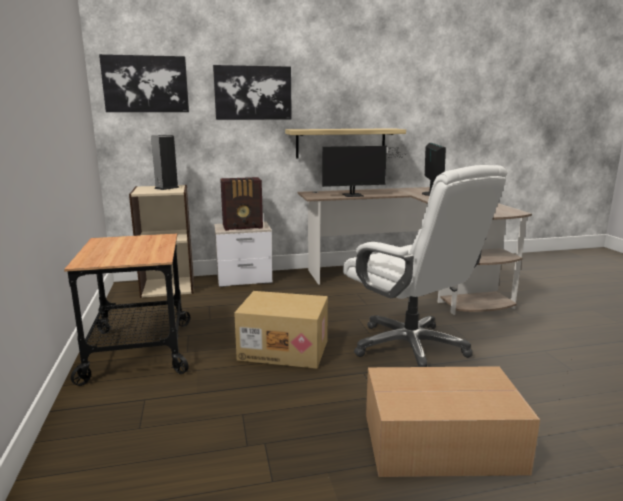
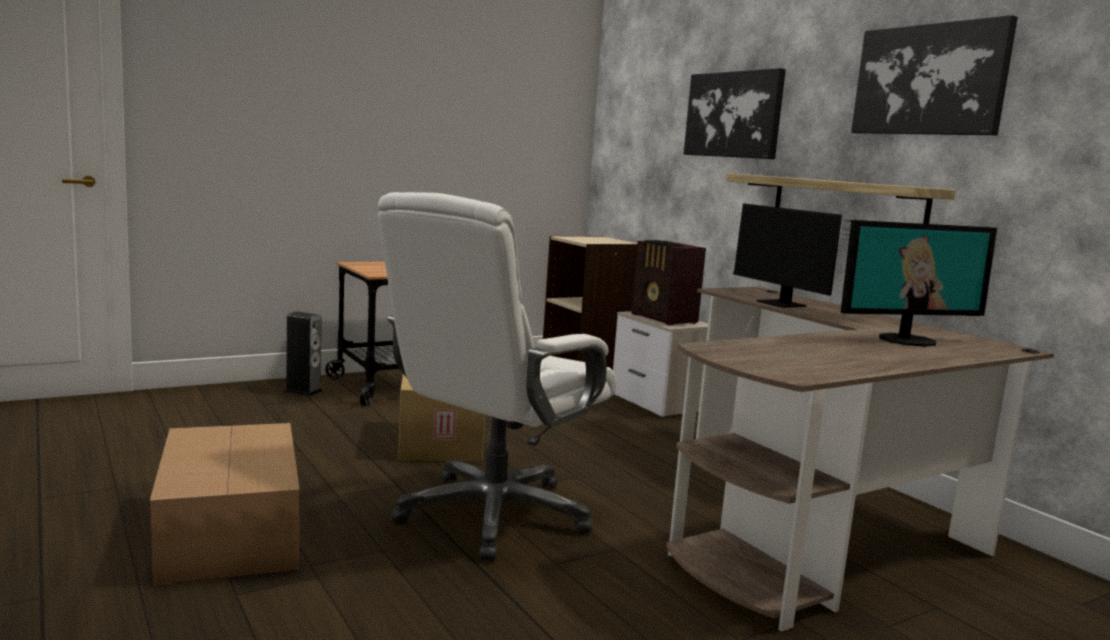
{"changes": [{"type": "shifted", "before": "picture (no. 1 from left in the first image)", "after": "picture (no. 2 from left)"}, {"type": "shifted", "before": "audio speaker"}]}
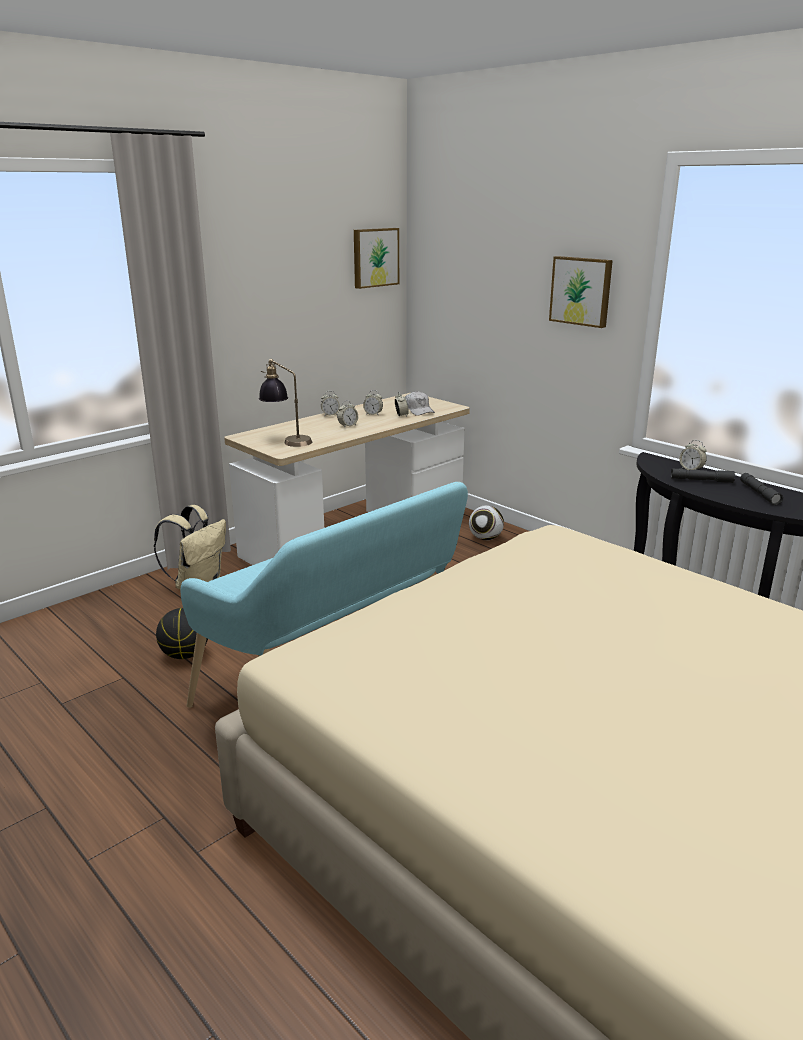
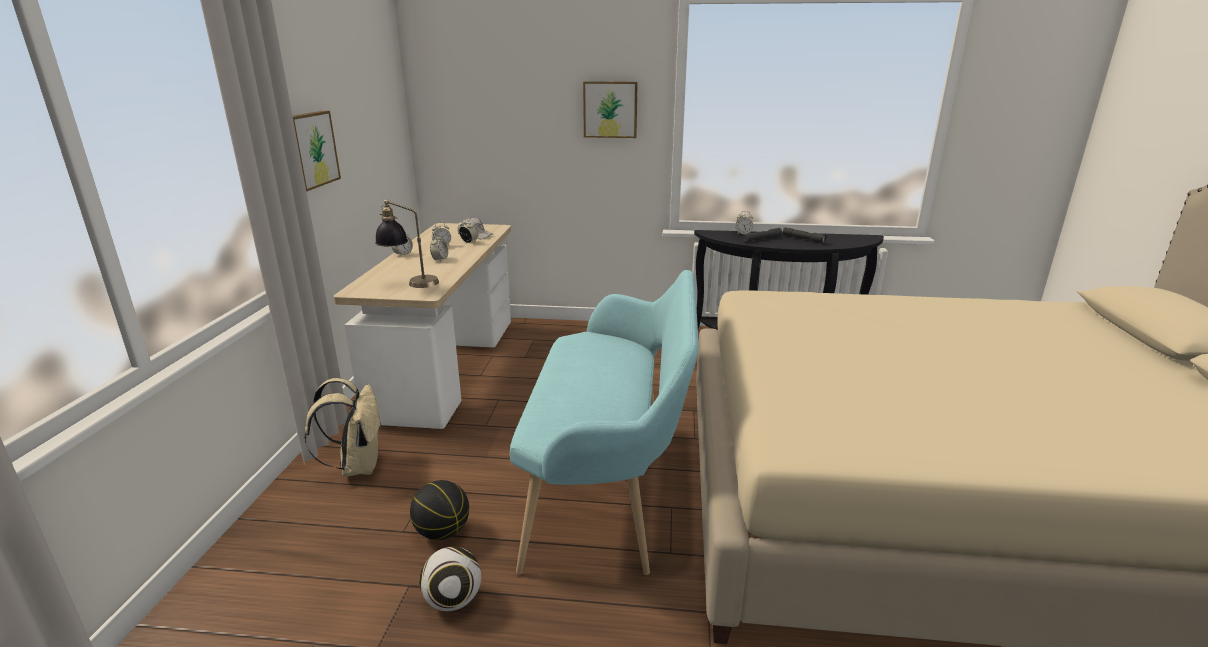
{"changes": [{"type": "shifted", "before": "picture (no. 1 from left)"}, {"type": "shifted", "before": "football ball"}]}
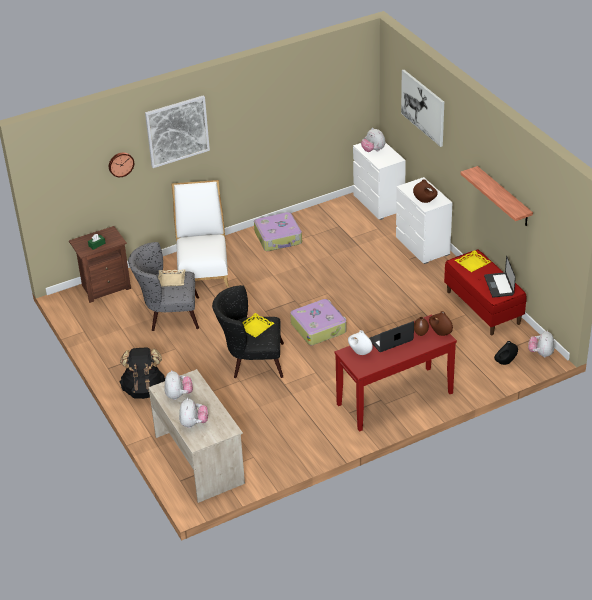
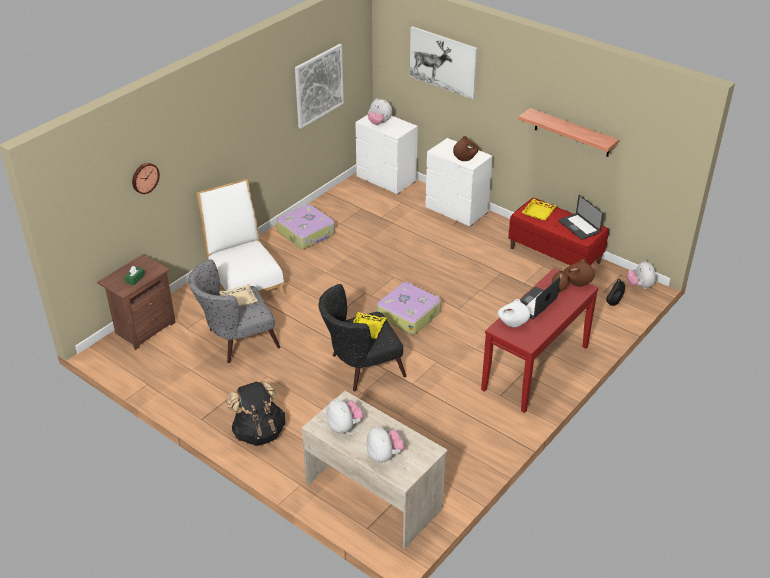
{"changes": [{"type": "shifted", "before": "picture (no. 1 from left)"}]}
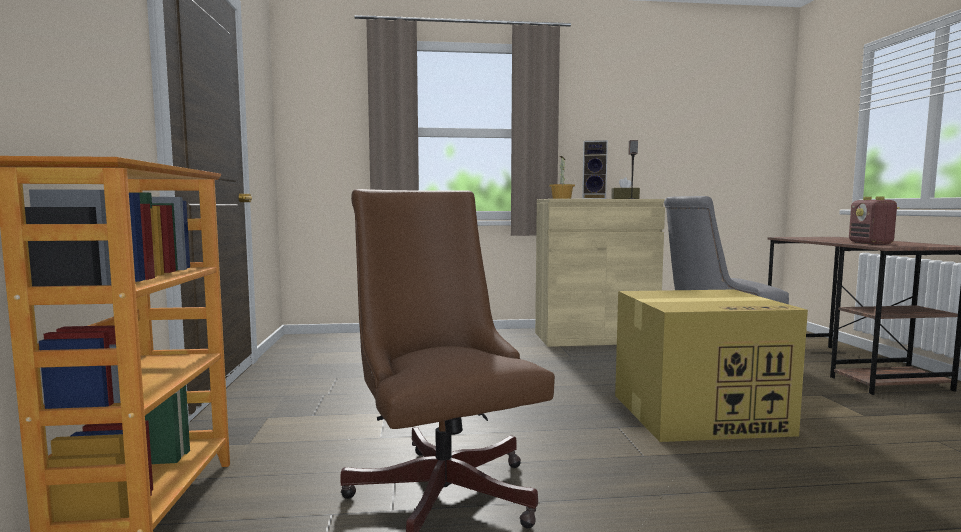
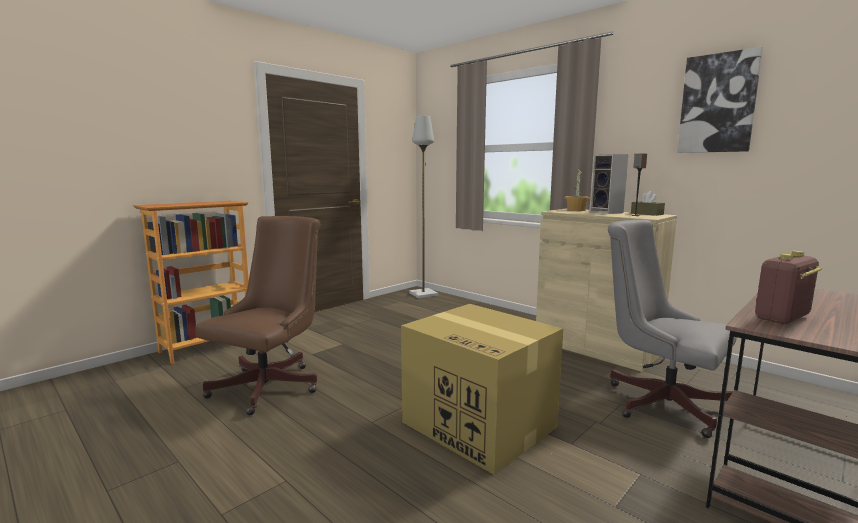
{"changes": [{"type": "new", "after": "gray standing lamp"}, {"type": "new", "after": "picture"}]}
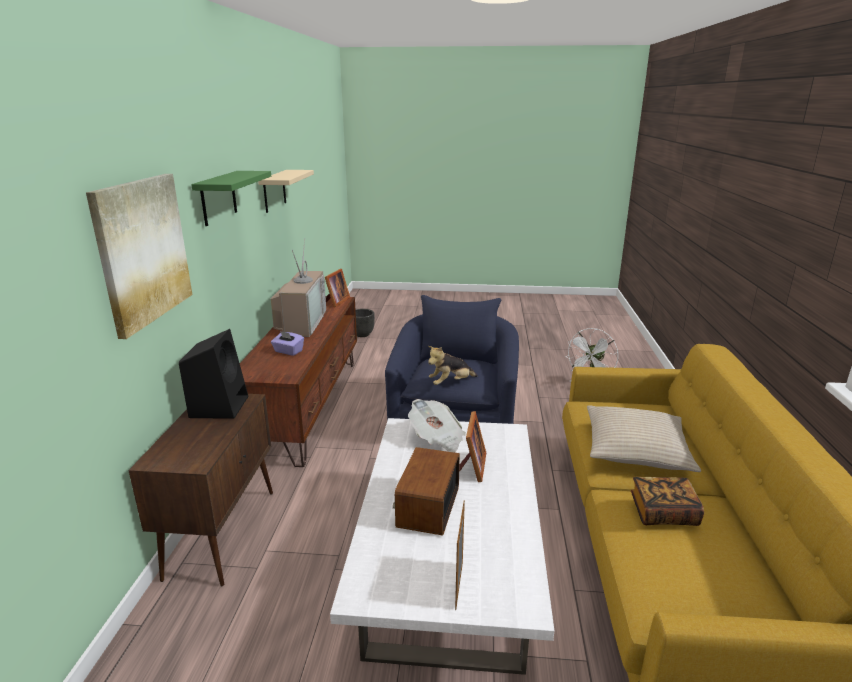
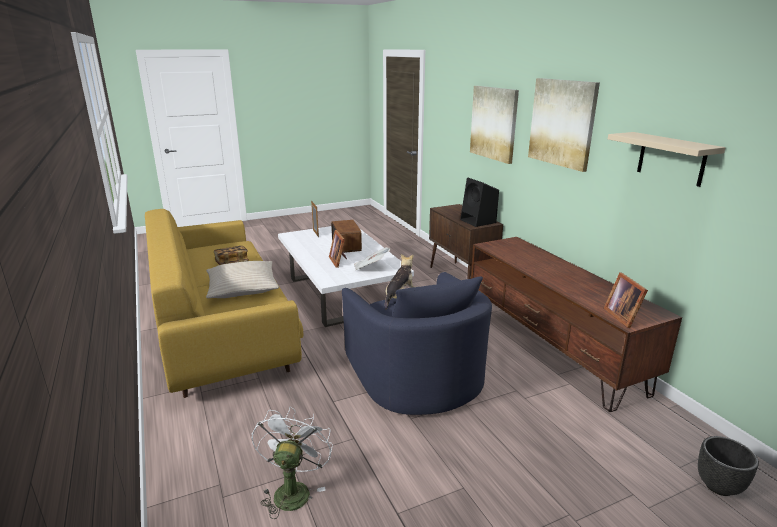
{"changes": [{"type": "swapped", "before": "green-coloured wall shelf", "after": "picture (no. 2 from left)"}, {"type": "gone", "before": "TV set"}, {"type": "gone", "before": "purple-coloured box of tissues"}]}
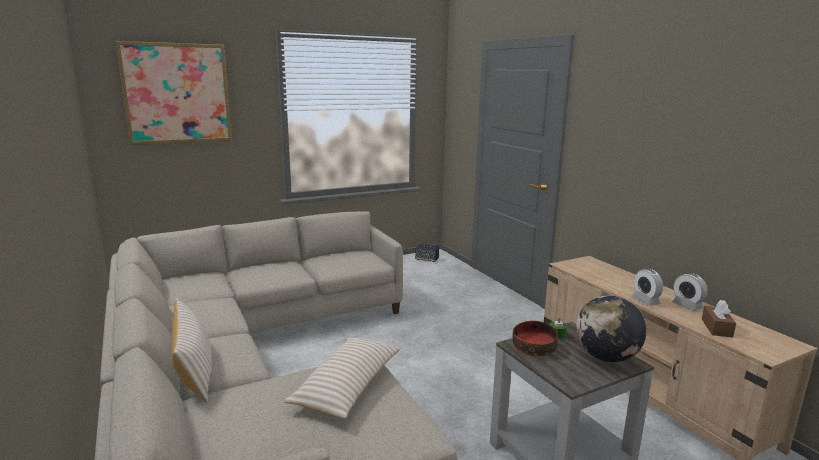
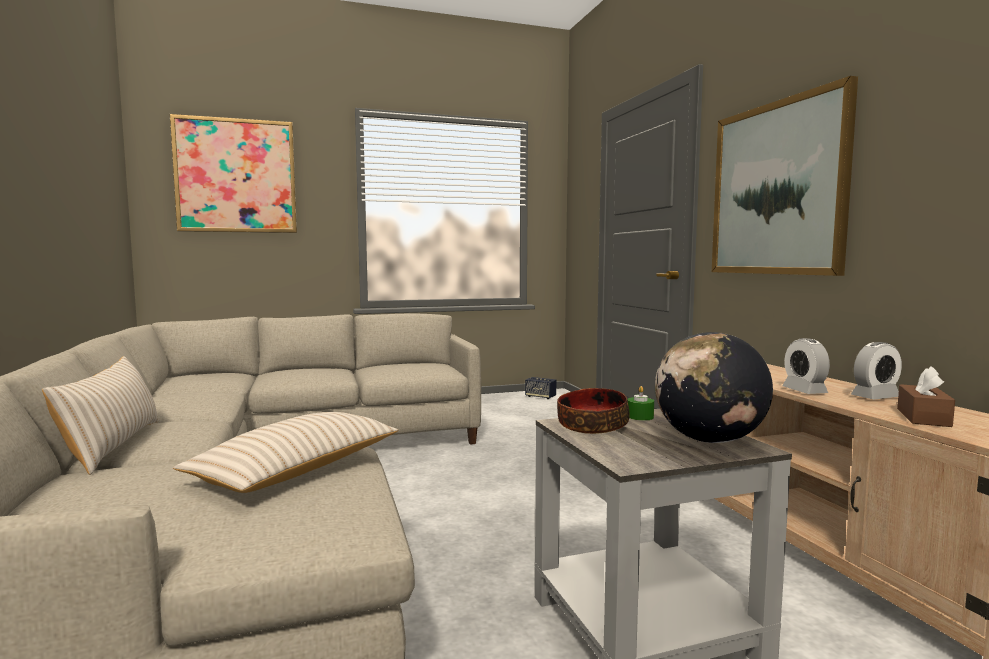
{"changes": [{"type": "rotated", "before": "bedside clock (no. 2 from left)", "turn": -90}, {"type": "new", "after": "picture (no. 2 from left)"}]}
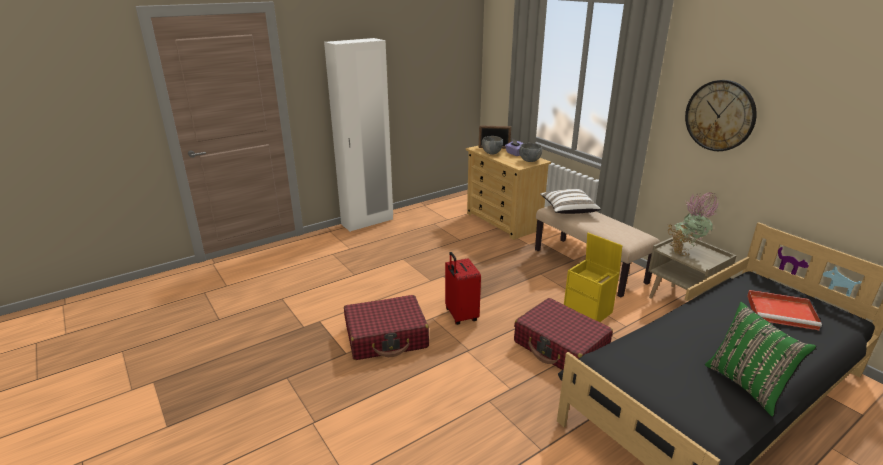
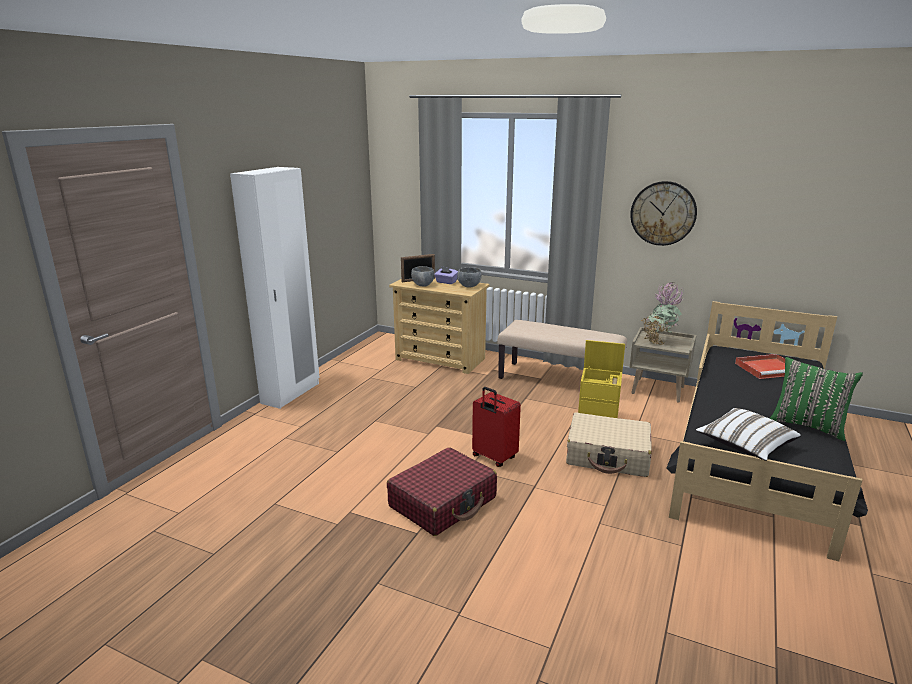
{"changes": [{"type": "repainted", "before": "reddish suitcase (no. 3 from left)", "after": "sand-coloured suitcase"}, {"type": "shifted", "before": "white-coloured cushion"}]}
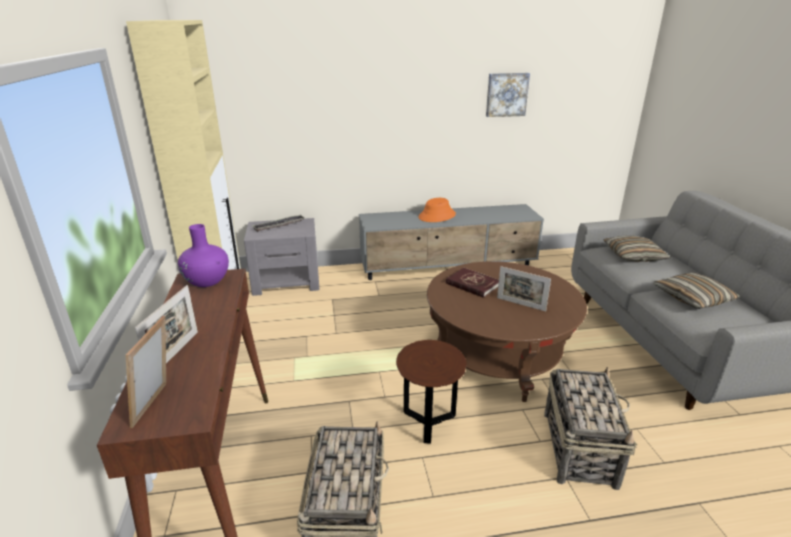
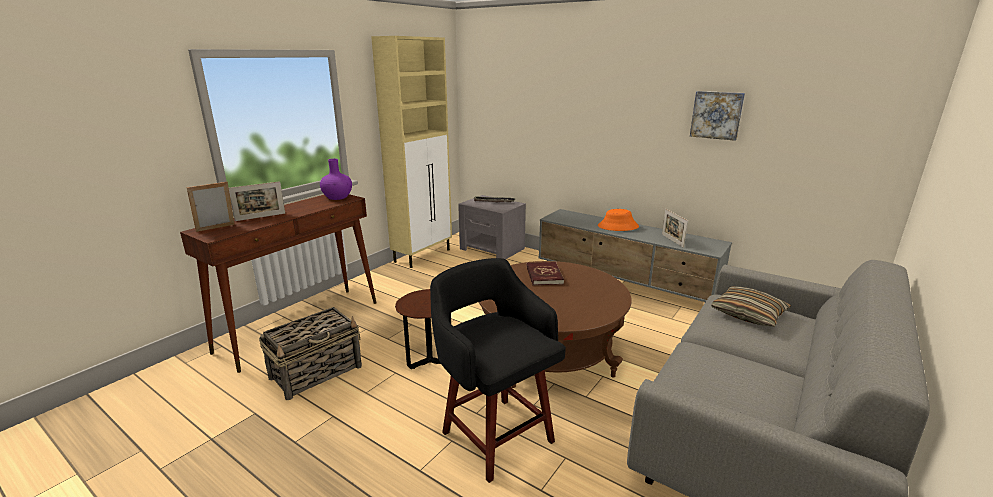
{"changes": [{"type": "shifted", "before": "picture frame (no. 3 from left)"}, {"type": "swapped", "before": "storage basket (no. 2 from left)", "after": "black stool"}, {"type": "gone", "before": "cushion (no. 2 from left)"}]}
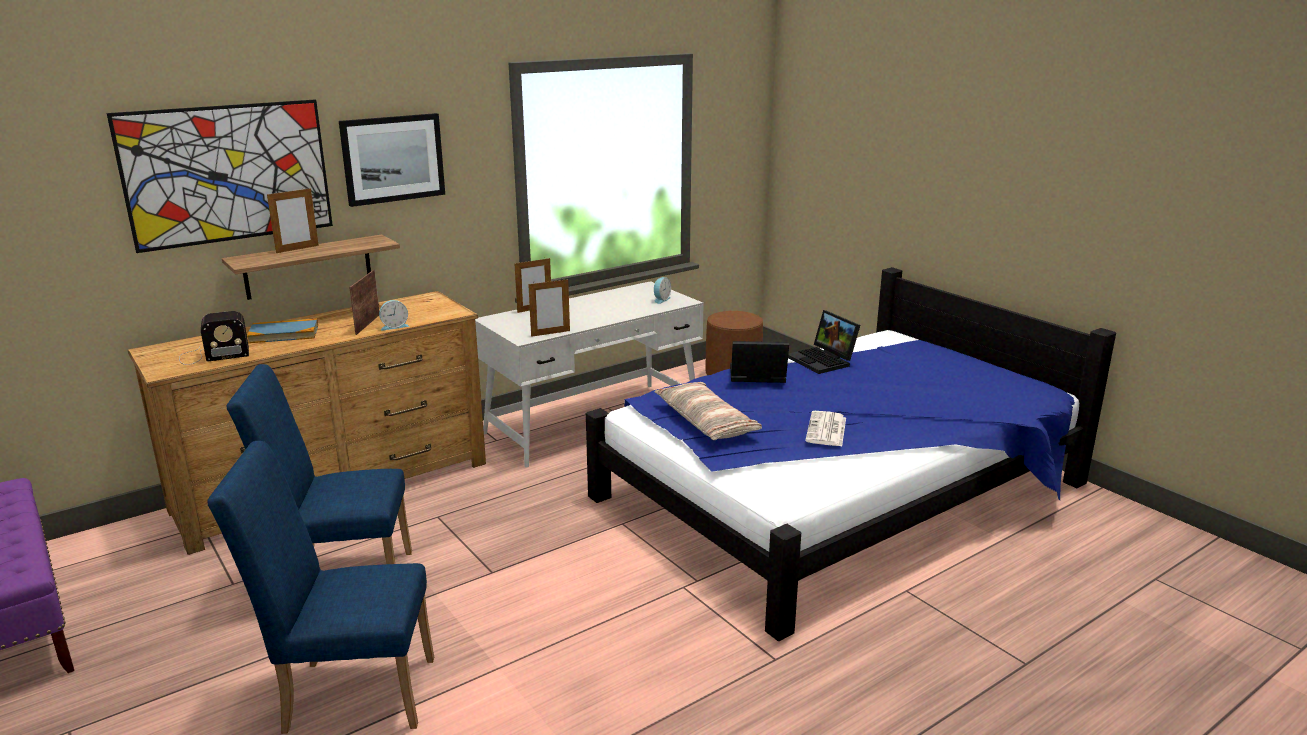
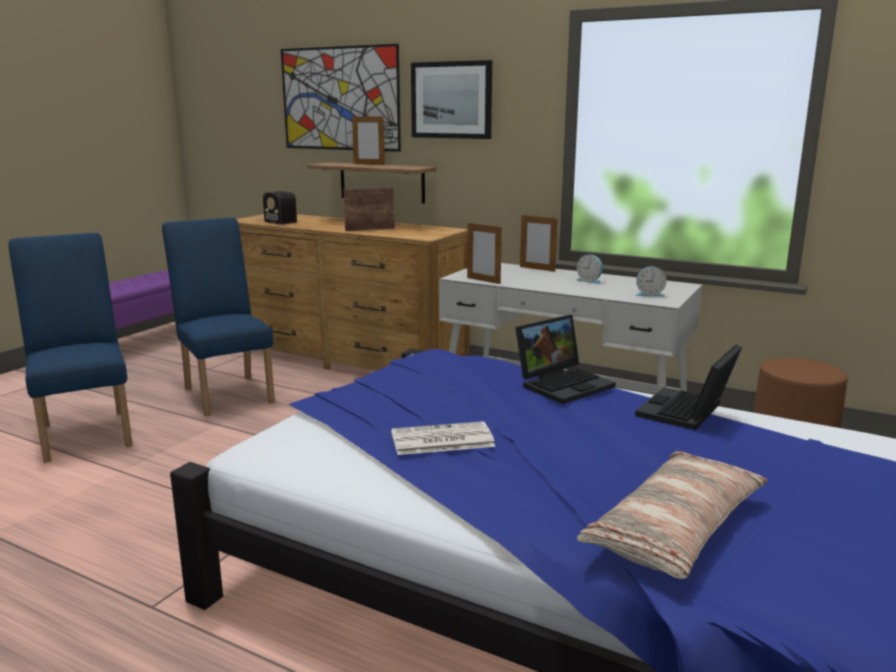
{"changes": [{"type": "gone", "before": "book"}, {"type": "shifted", "before": "bedside clock (no. 1 from left)"}, {"type": "shifted", "before": "cushion"}, {"type": "rotated", "before": "portable computer (no. 1 from left)", "turn": 75}]}
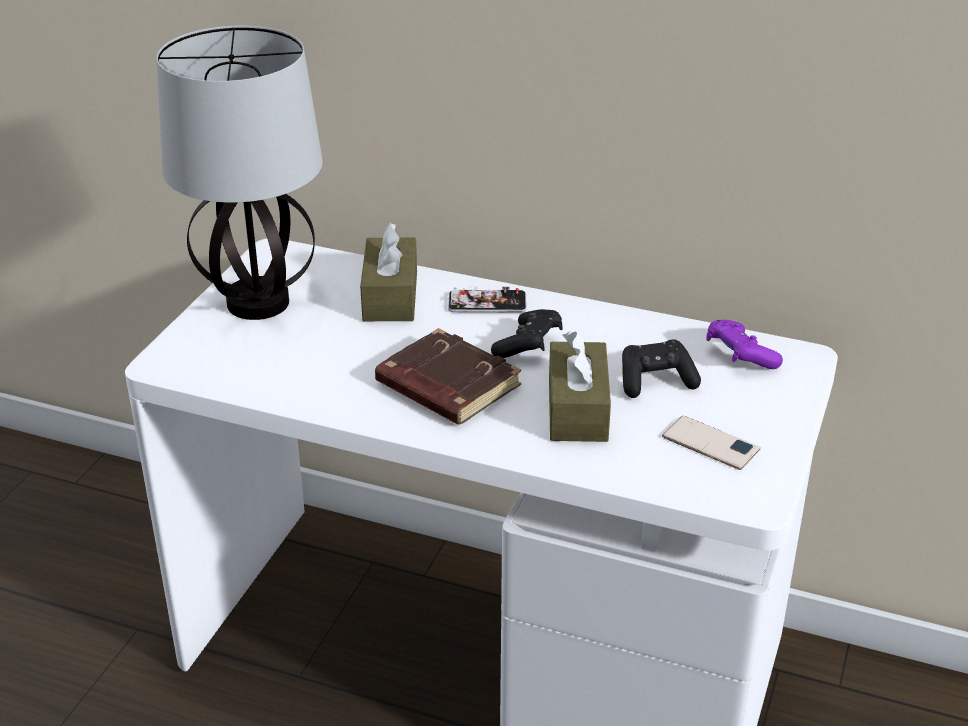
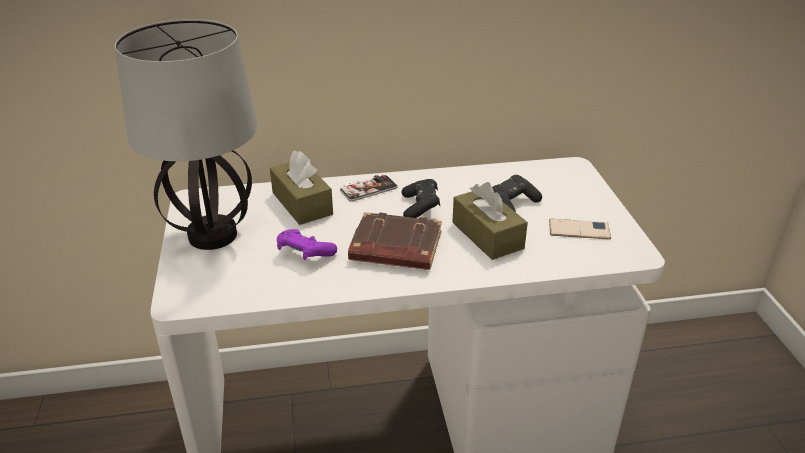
{"changes": [{"type": "shifted", "before": "purple-coloured gamepad"}]}
